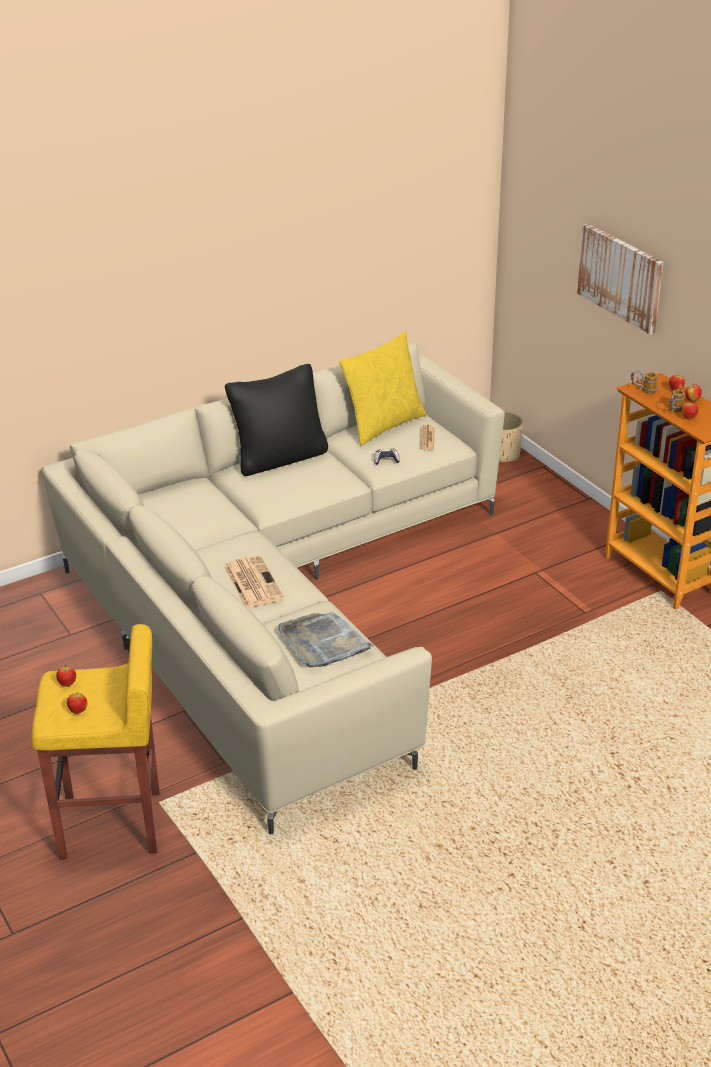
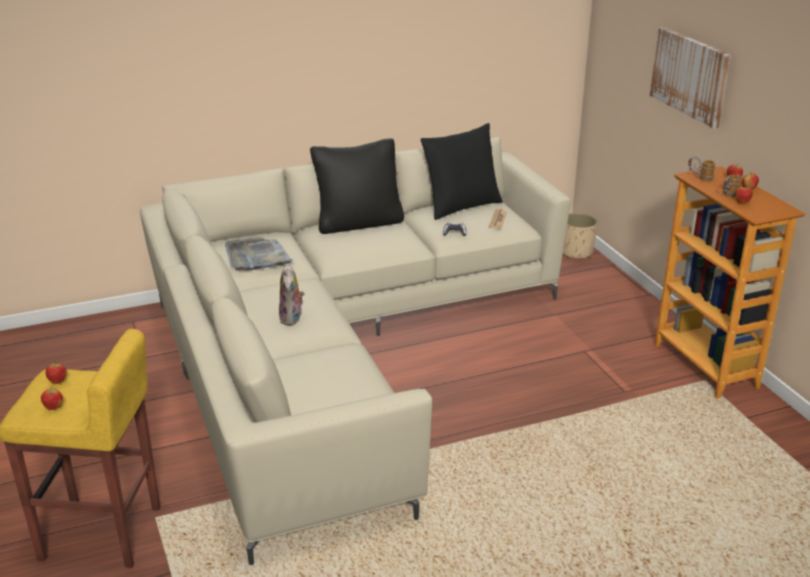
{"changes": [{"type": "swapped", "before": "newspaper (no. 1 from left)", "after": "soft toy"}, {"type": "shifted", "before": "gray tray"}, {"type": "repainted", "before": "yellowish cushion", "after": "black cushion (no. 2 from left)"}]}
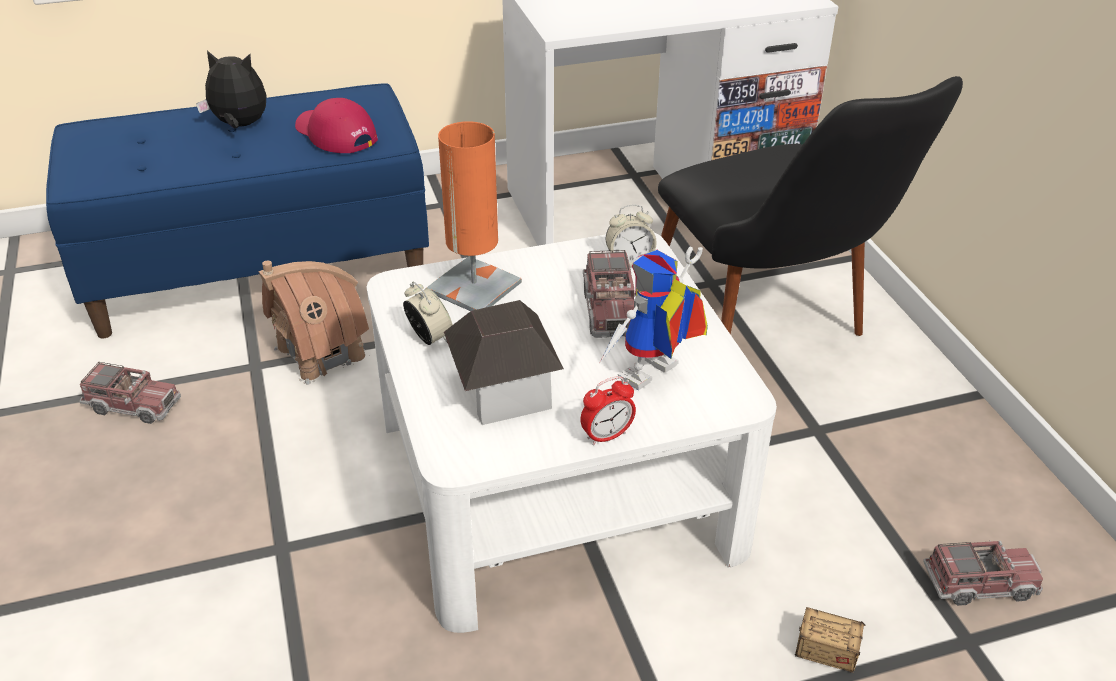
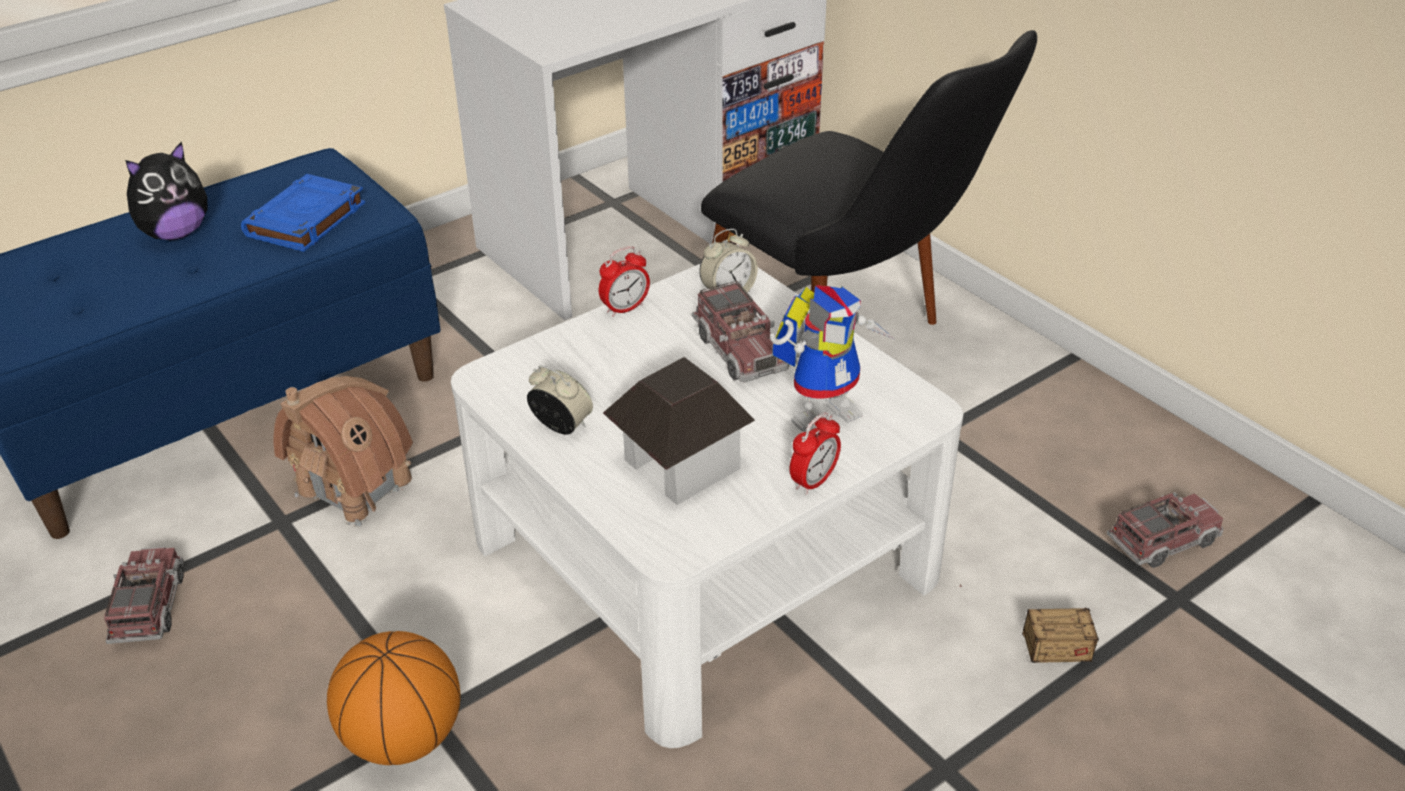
{"changes": [{"type": "rotated", "before": "toy lorry (no. 1 from left)", "turn": -90}, {"type": "rotated", "before": "soft toy", "turn": 150}, {"type": "swapped", "before": "reddish baseball cap", "after": "bluish book"}, {"type": "gone", "before": "orangey tabletop lamp"}, {"type": "rotated", "before": "toy robot", "turn": -150}, {"type": "new", "after": "ball for basketball"}, {"type": "new", "after": "bedside clock (no. 2 from left)"}]}
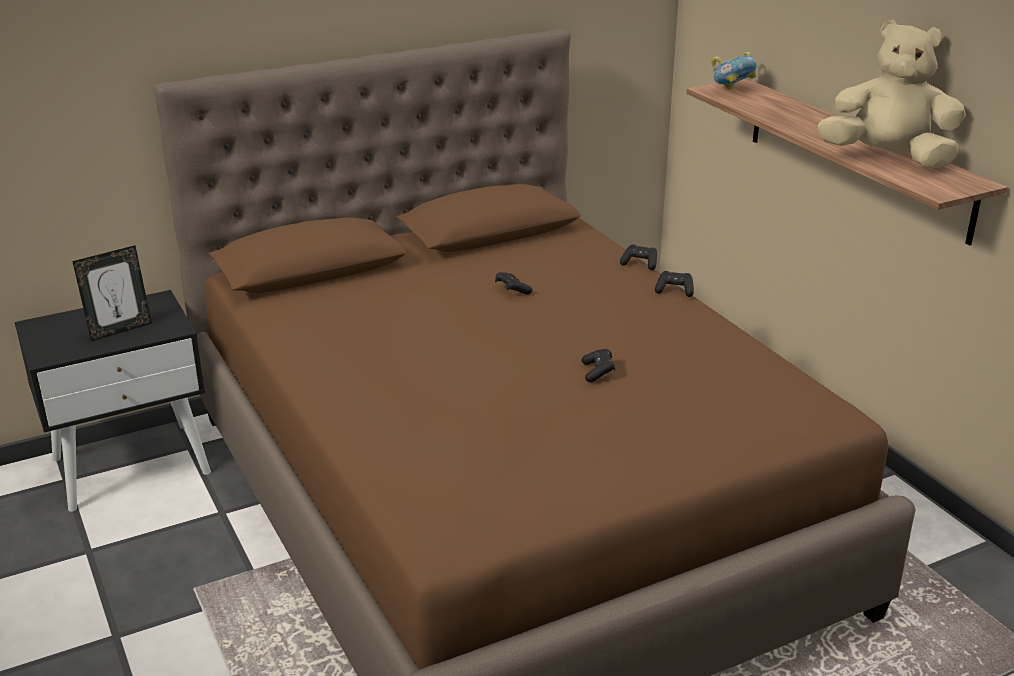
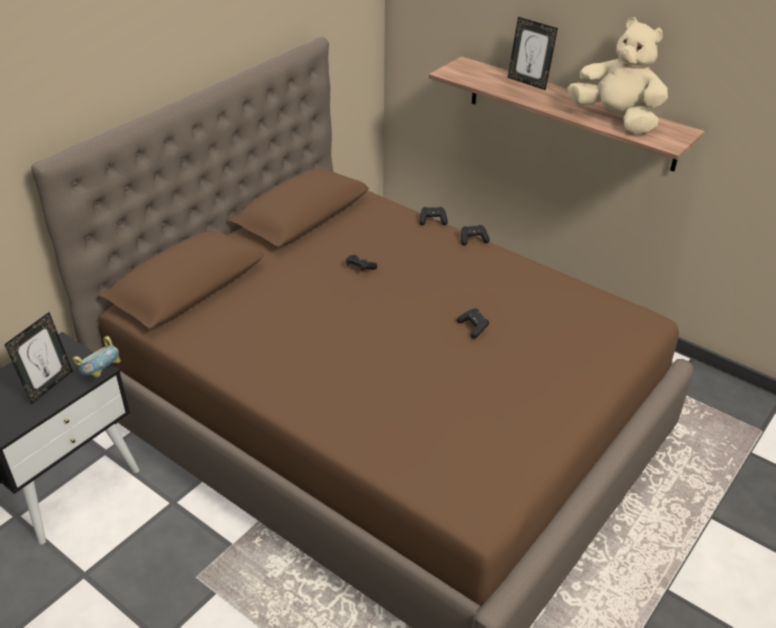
{"changes": [{"type": "shifted", "before": "bowl"}, {"type": "rotated", "before": "sand-coloured soft toy", "turn": 45}, {"type": "new", "after": "picture frame (no. 2 from left)"}]}
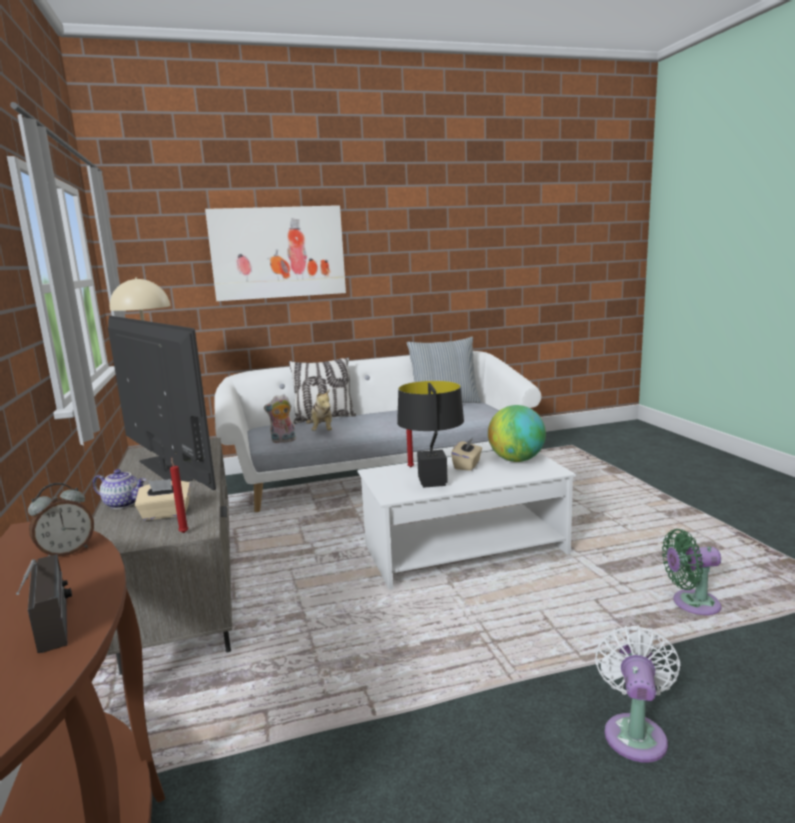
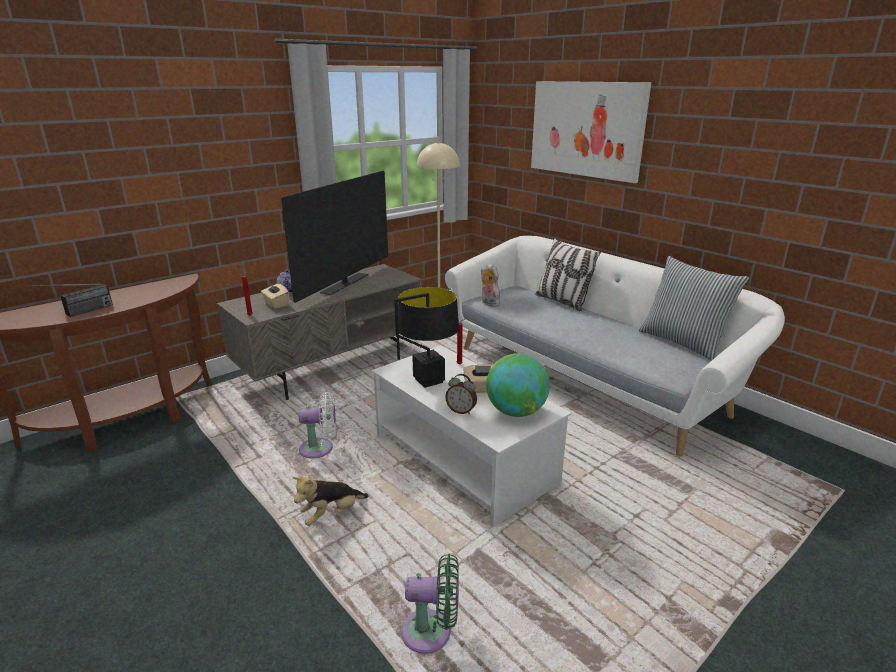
{"changes": [{"type": "shifted", "before": "bedside clock"}, {"type": "shifted", "before": "soft toy (no. 2 from left in the first image)", "after": "soft toy (no. 1 from left)"}, {"type": "shifted", "before": "white-coloured electric fan"}, {"type": "rotated", "before": "green-coloured electric fan", "turn": 120}]}
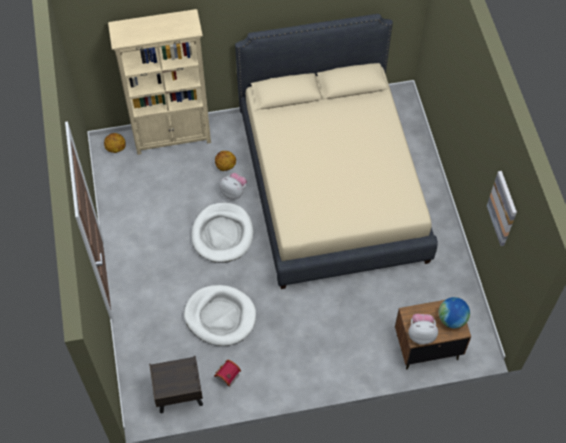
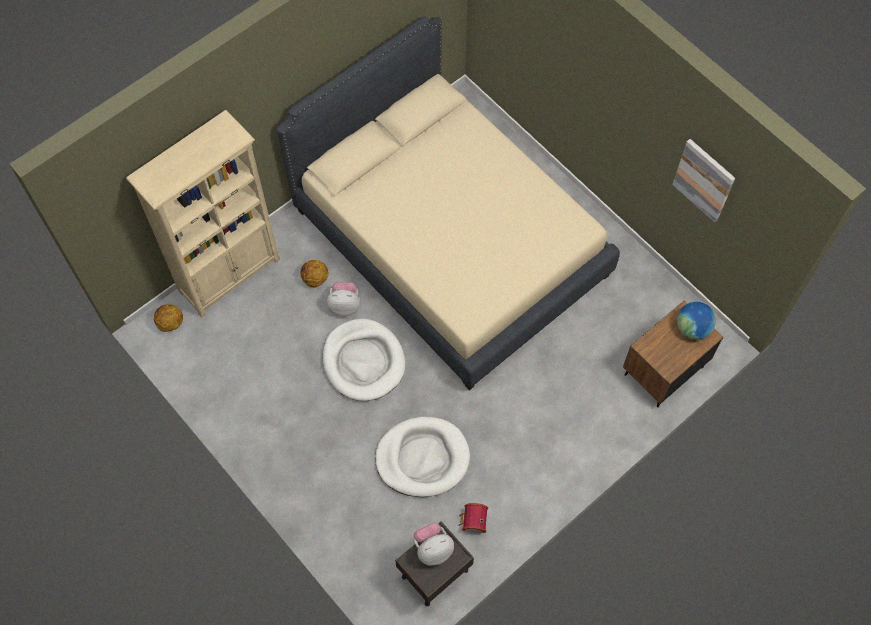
{"changes": [{"type": "shifted", "before": "soft toy (no. 2 from left)"}]}
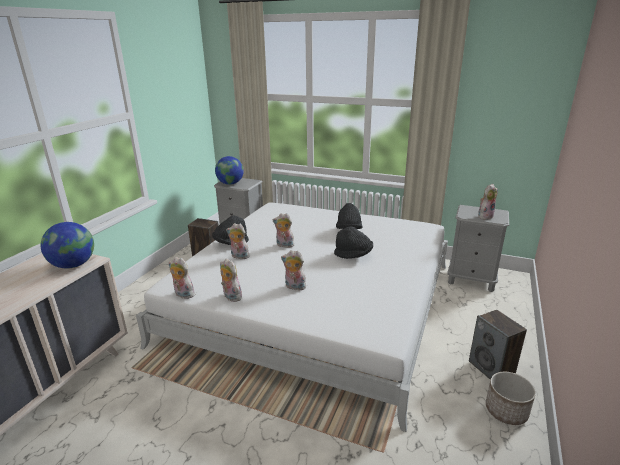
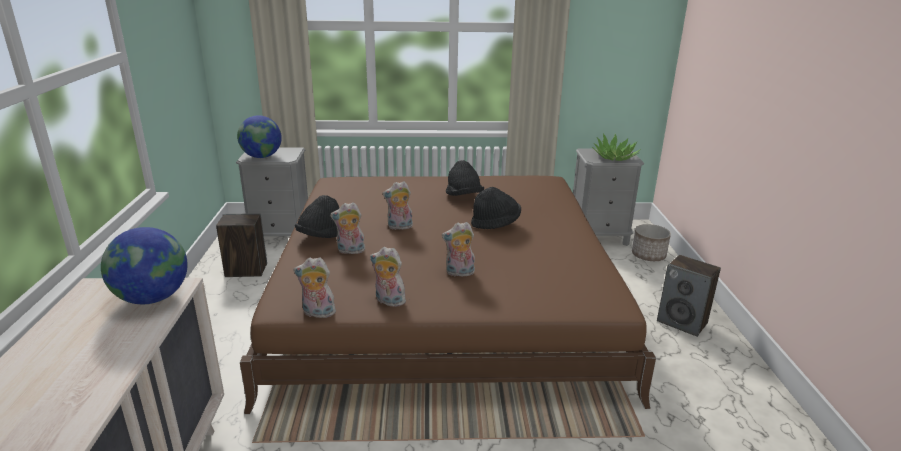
{"changes": [{"type": "repainted", "before": "white-coloured bedroom bed", "after": "brown bedroom bed"}, {"type": "swapped", "before": "soft toy (no. 6 from left)", "after": "plant in a pot"}, {"type": "shifted", "before": "flower pot"}]}
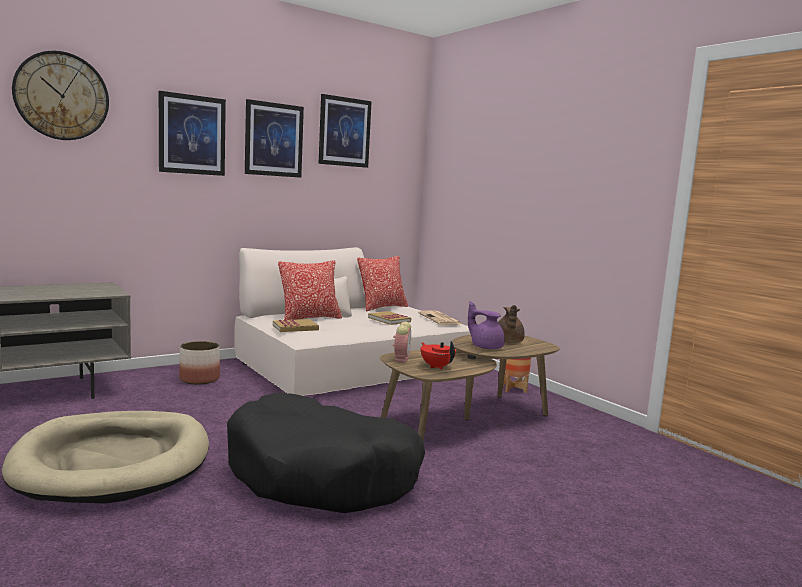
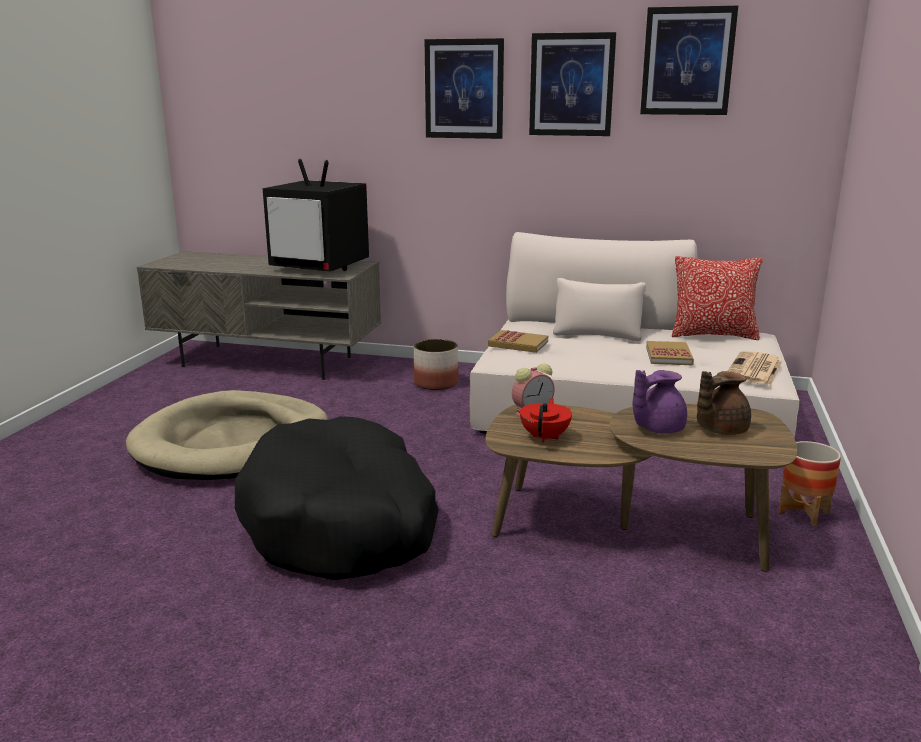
{"changes": [{"type": "gone", "before": "clock on the wall"}, {"type": "gone", "before": "cushion (no. 1 from left)"}, {"type": "rotated", "before": "purple-coloured pot for tea", "turn": -120}, {"type": "new", "after": "TV set"}]}
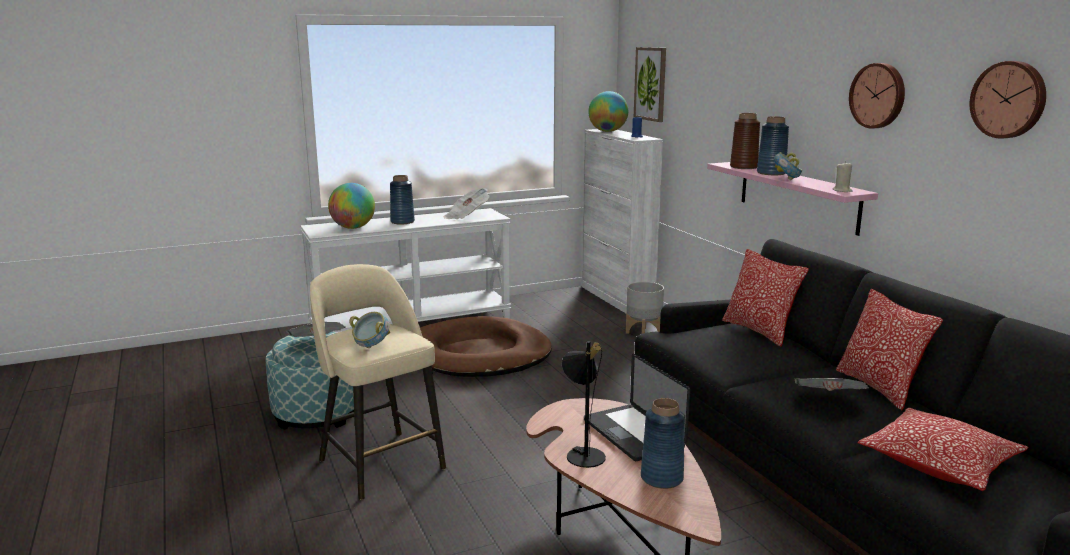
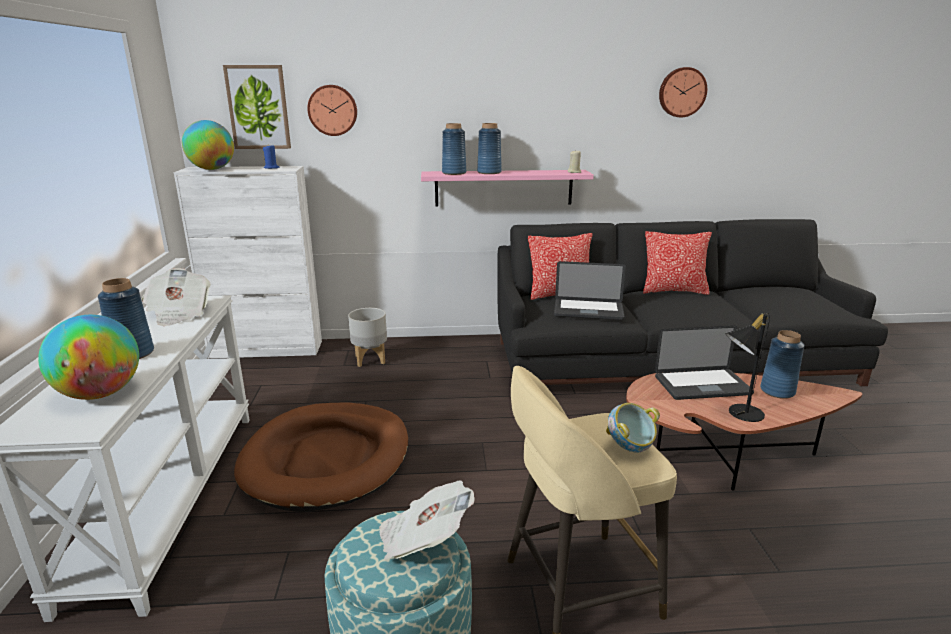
{"changes": [{"type": "repainted", "before": "brown decorative vase", "after": "bluish decorative vase (no. 2 from left)"}, {"type": "gone", "before": "bowl (no. 2 from left)"}, {"type": "gone", "before": "newspaper (no. 3 from left)"}, {"type": "shifted", "before": "clock on the wall (no. 1 from left)"}, {"type": "gone", "before": "cushion (no. 3 from left)"}, {"type": "new", "after": "portable computer (no. 1 from left)"}]}
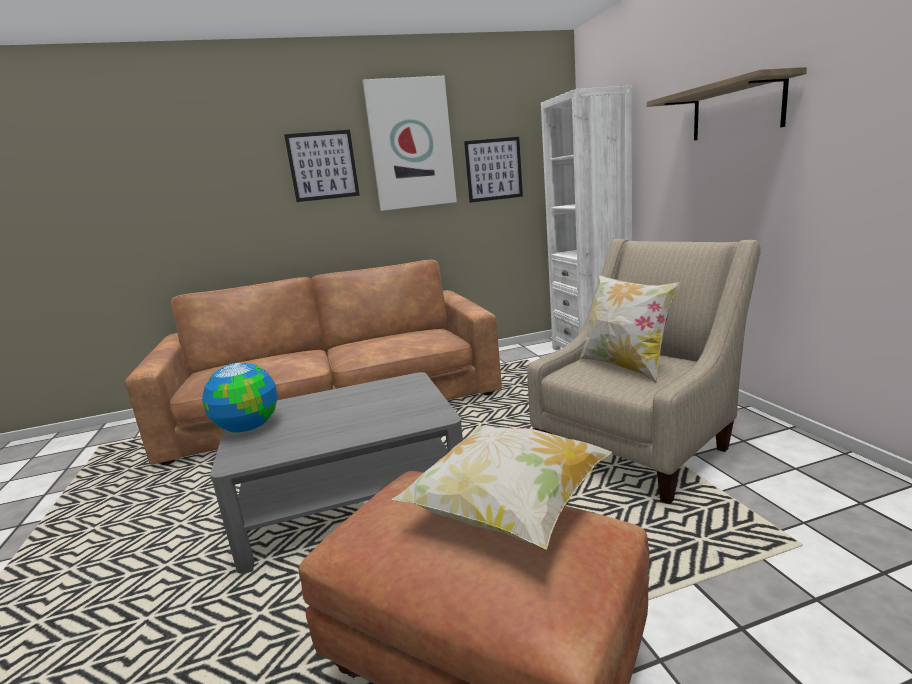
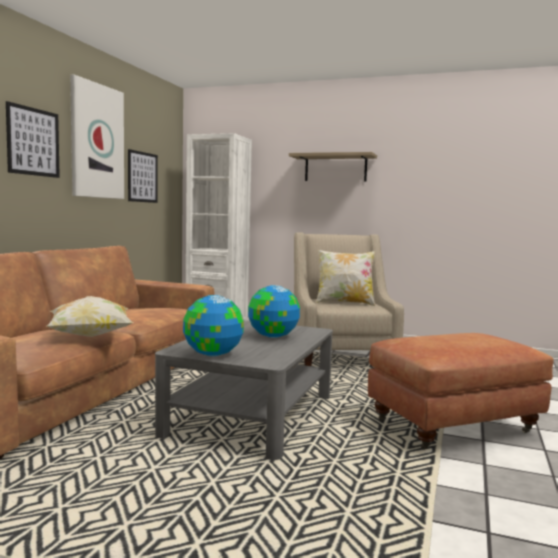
{"changes": [{"type": "shifted", "before": "cushion (no. 1 from left)"}, {"type": "new", "after": "world globe (no. 2 from left)"}]}
